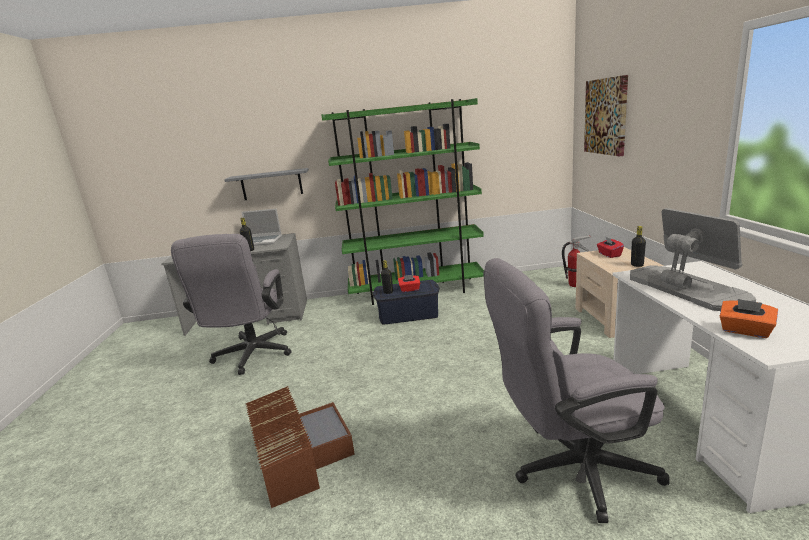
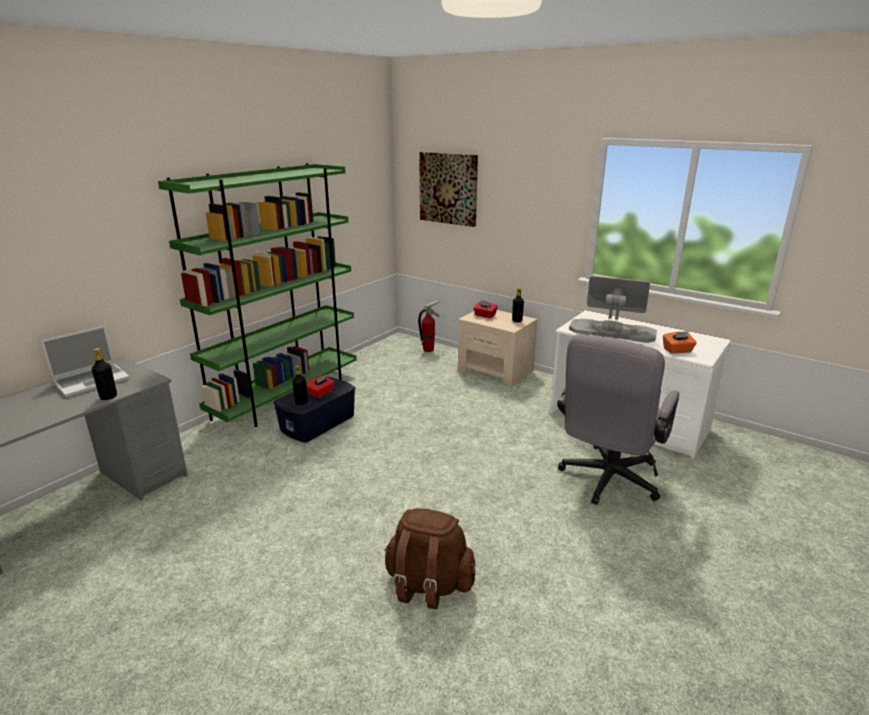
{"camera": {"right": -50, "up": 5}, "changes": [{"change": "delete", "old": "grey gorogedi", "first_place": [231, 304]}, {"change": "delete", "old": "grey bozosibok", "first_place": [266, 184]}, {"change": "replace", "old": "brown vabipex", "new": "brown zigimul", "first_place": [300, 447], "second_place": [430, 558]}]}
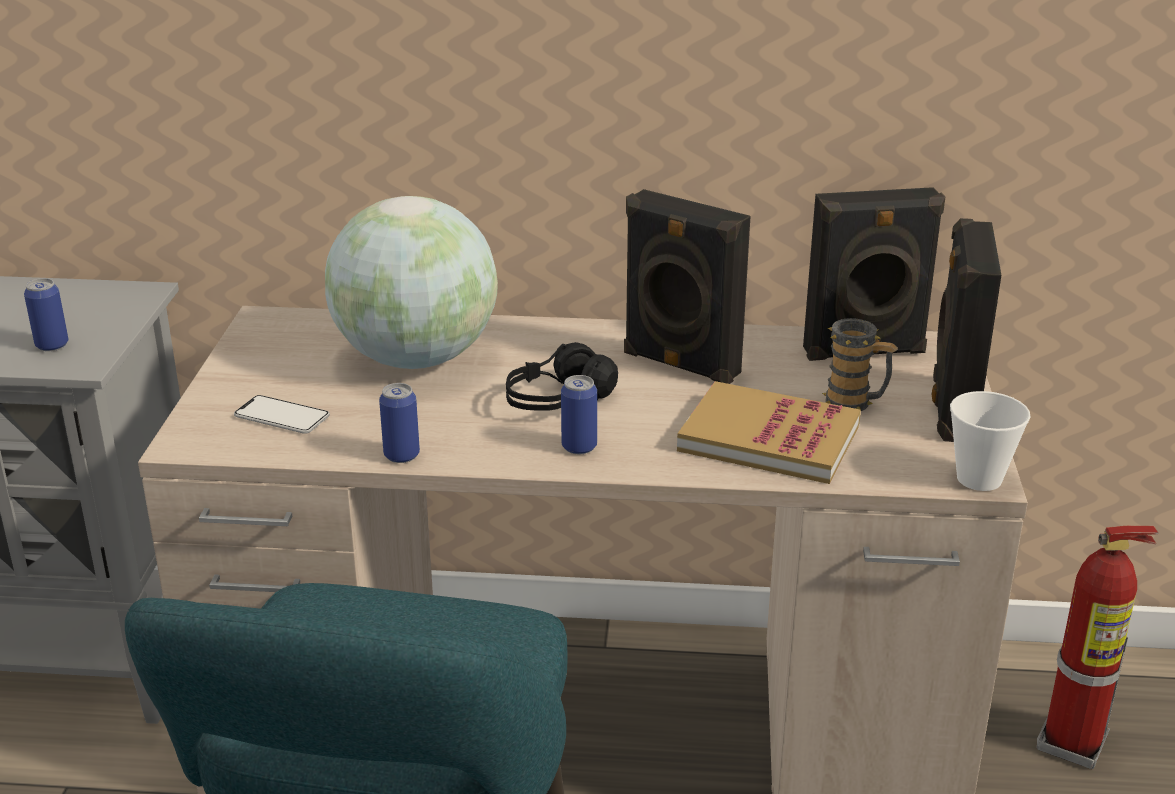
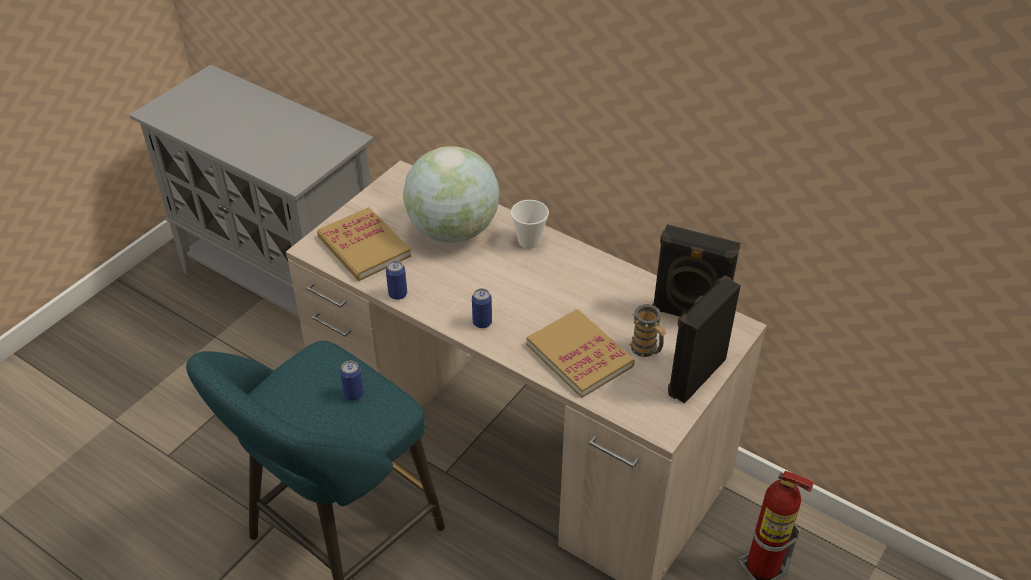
{"camera": {"right": 30, "up": 15}, "changes": [{"change": "delete", "old": "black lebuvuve", "first_place": [562, 376]}, {"change": "delete", "old": "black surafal", "first_place": [687, 286]}, {"change": "move", "old": "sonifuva", "first_place": [46, 314], "second_place": [352, 381]}, {"change": "move", "old": "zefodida", "first_place": [990, 441], "second_place": [530, 224]}, {"change": "replace", "old": "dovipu", "new": "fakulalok", "first_place": [282, 414], "second_place": [364, 244]}]}
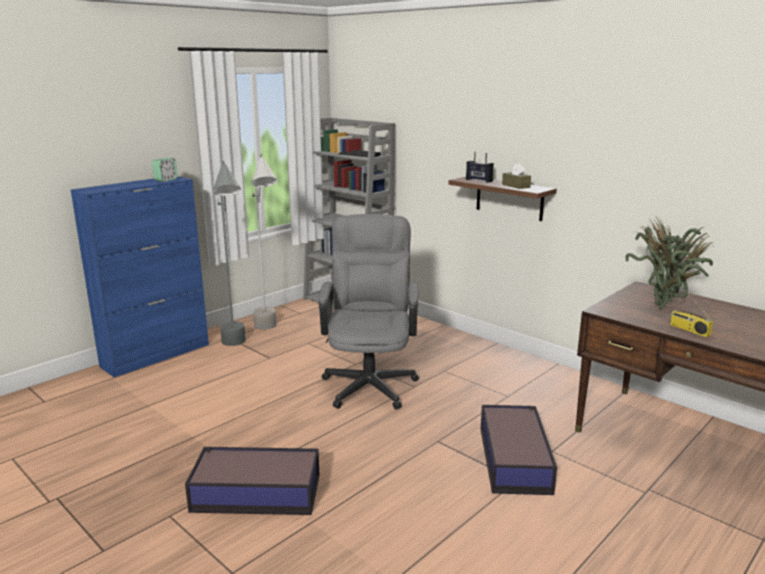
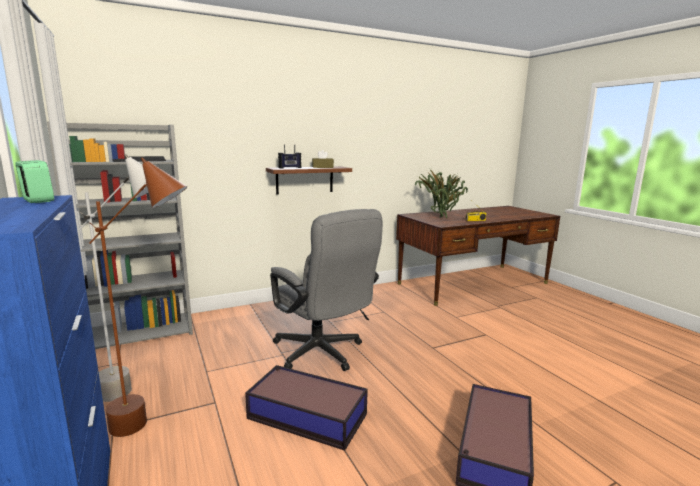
{"camera": {"right": -70, "up": -5}, "changes": [{"change": "move", "old": "vabipex", "first_place": [519, 450], "second_place": [306, 408]}, {"change": "recolor", "old": "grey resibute", "new": "brown resibute", "first_place": [229, 253], "second_place": [138, 297]}, {"change": "rotate", "old": "grey gorogedi", "first_place": [369, 311], "second_place": [326, 290], "degrees": -150}]}
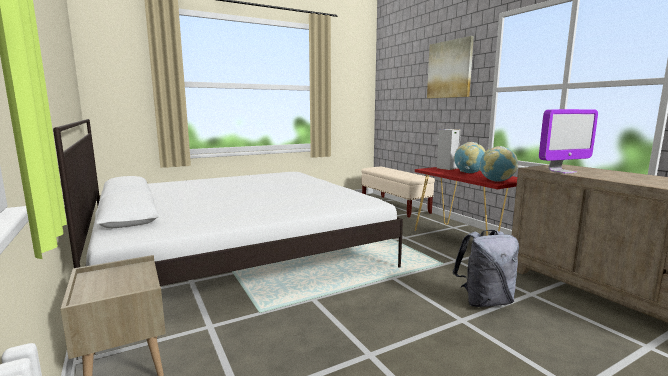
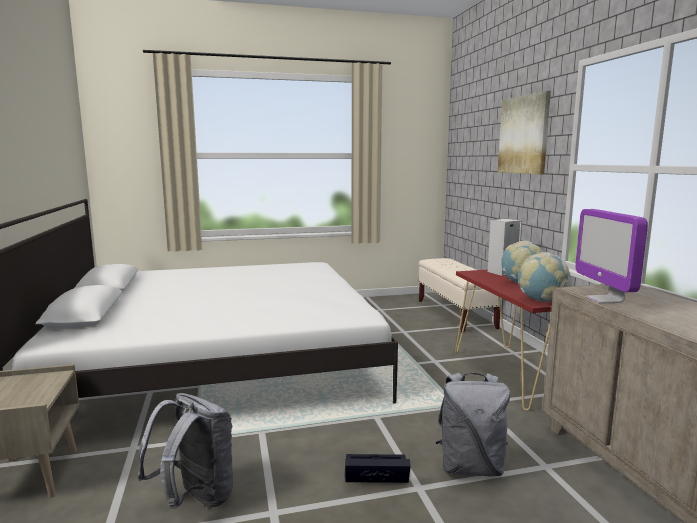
{"camera": {"right": 15, "up": 0}, "changes": [{"change": "insert", "new": "grey zigimul", "second_place": [185, 451]}, {"change": "insert", "new": "black vabipex", "second_place": [378, 468]}, {"change": "rotate", "old": "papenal", "first_place": [568, 141], "second_place": [611, 256], "degrees": 90}]}
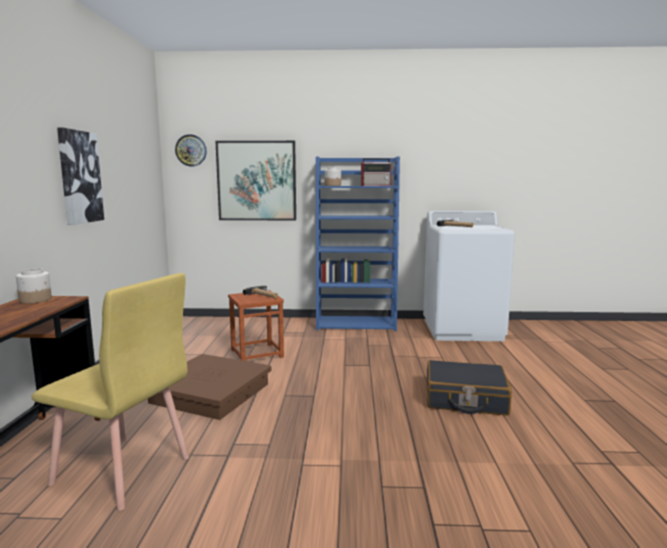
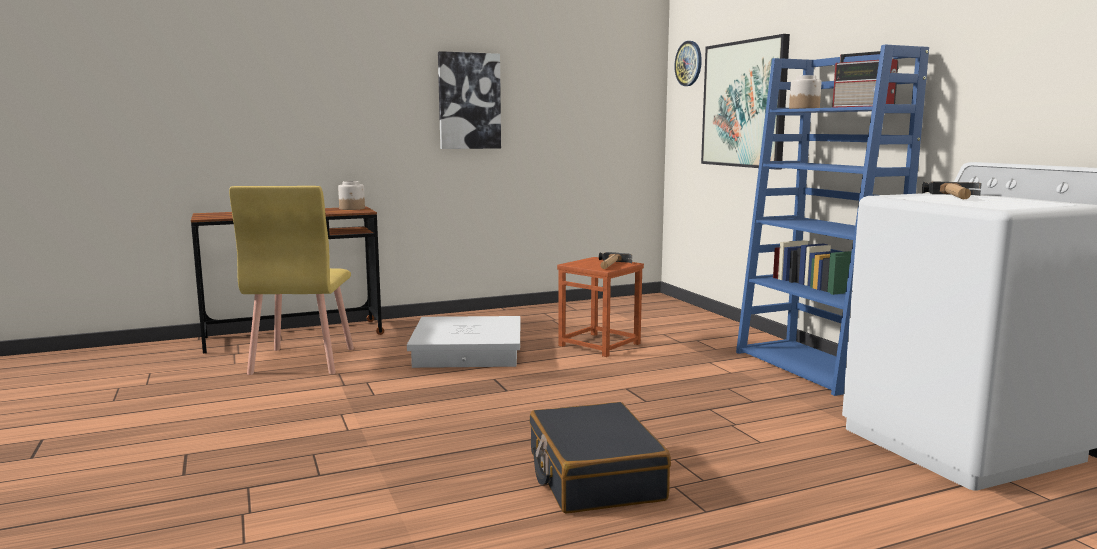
{"camera": {"right": 65, "up": 0}, "changes": [{"change": "recolor", "old": "brown vabipex", "new": "white vabipex", "first_place": [209, 387], "second_place": [463, 342]}]}
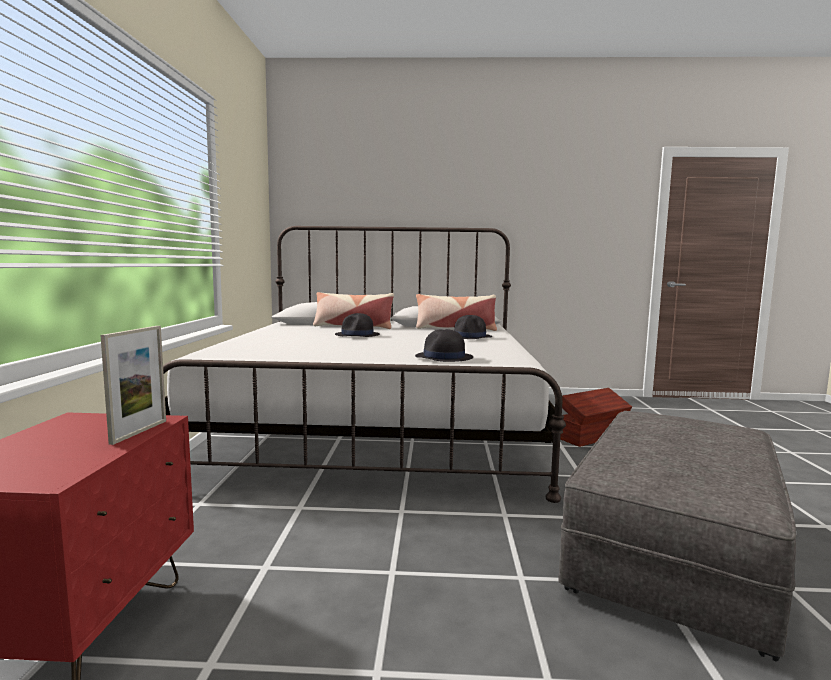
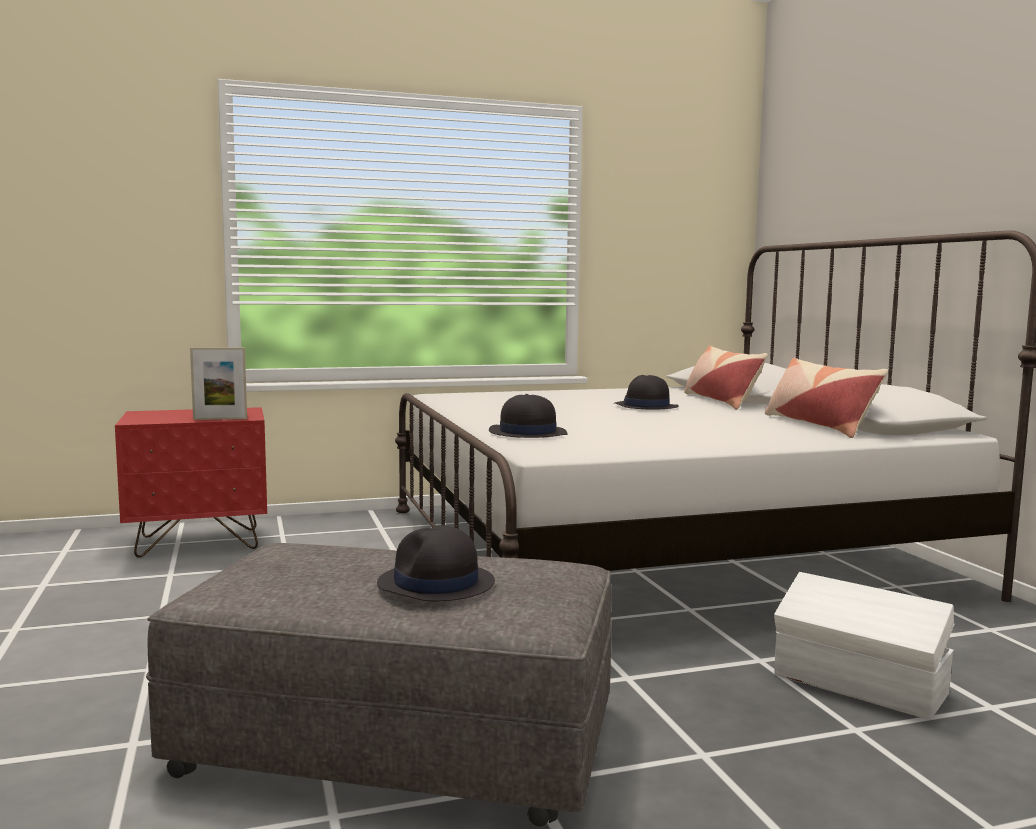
{"camera": {"right": 70, "up": 0}, "changes": [{"change": "move", "old": "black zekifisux", "first_place": [473, 327], "second_place": [436, 563]}, {"change": "recolor", "old": "brown vabipex", "new": "white vabipex", "first_place": [596, 417], "second_place": [864, 646]}]}
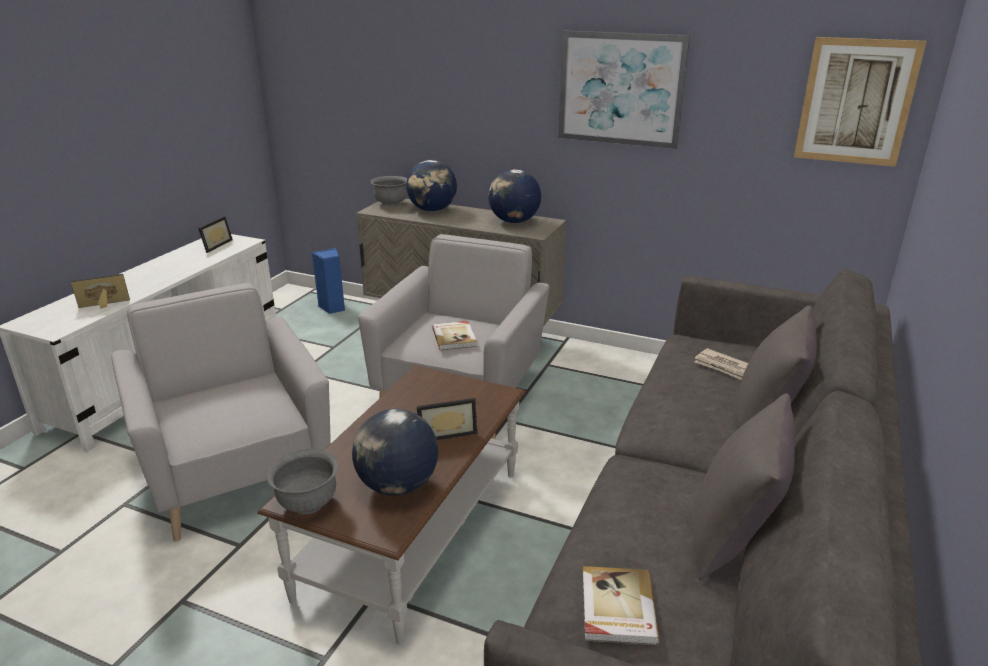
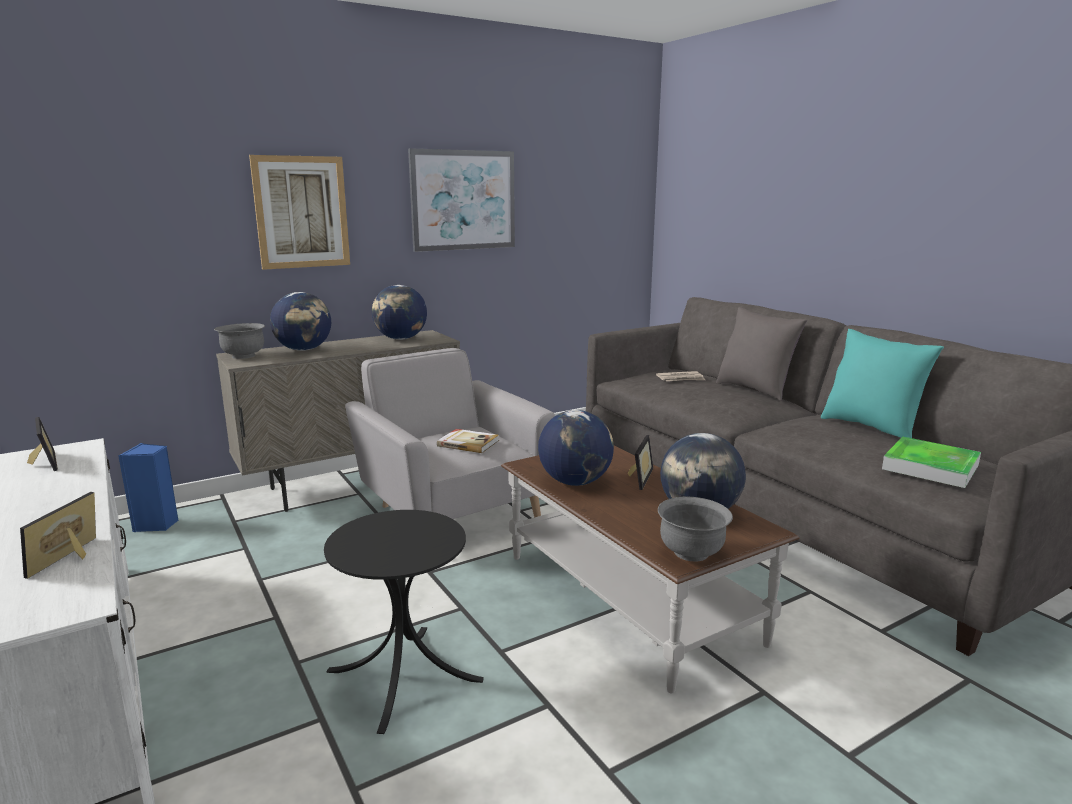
{"camera": {"right": -55, "up": -10}, "changes": [{"change": "insert", "new": "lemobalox", "second_place": [576, 448]}, {"change": "move", "old": "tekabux", "first_place": [860, 102], "second_place": [299, 212]}, {"change": "replace", "old": "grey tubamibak", "new": "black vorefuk", "first_place": [220, 412], "second_place": [404, 622]}, {"change": "replace", "old": "fakulalok", "new": "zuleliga", "first_place": [620, 605], "second_place": [931, 462]}, {"change": "recolor", "old": "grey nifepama", "new": "turquoise nifepama", "first_place": [744, 486], "second_place": [882, 383]}]}
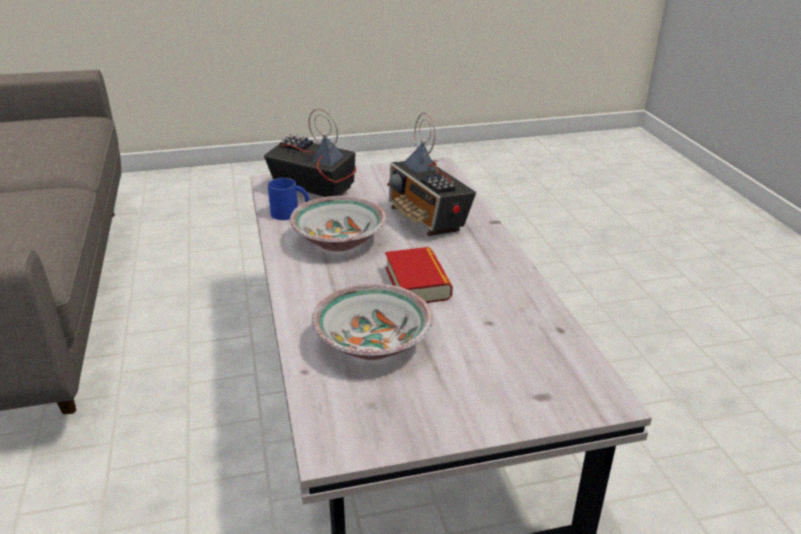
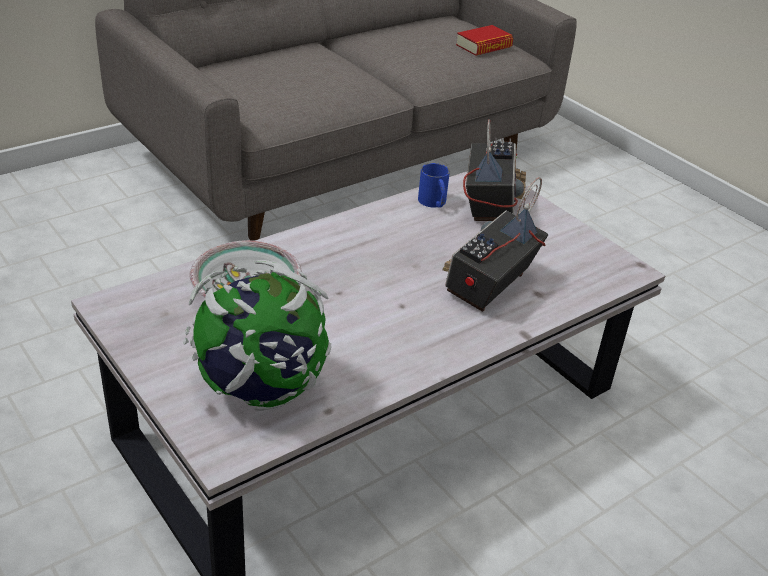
{"camera": {"right": 65, "up": 5}, "changes": [{"change": "delete", "old": "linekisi", "first_place": [338, 223]}, {"change": "insert", "new": "lemobalox", "second_place": [257, 335]}, {"change": "move", "old": "fakulalok", "first_place": [419, 275], "second_place": [484, 40]}]}
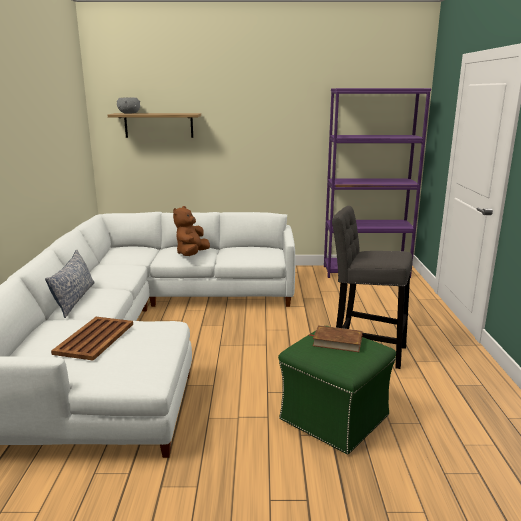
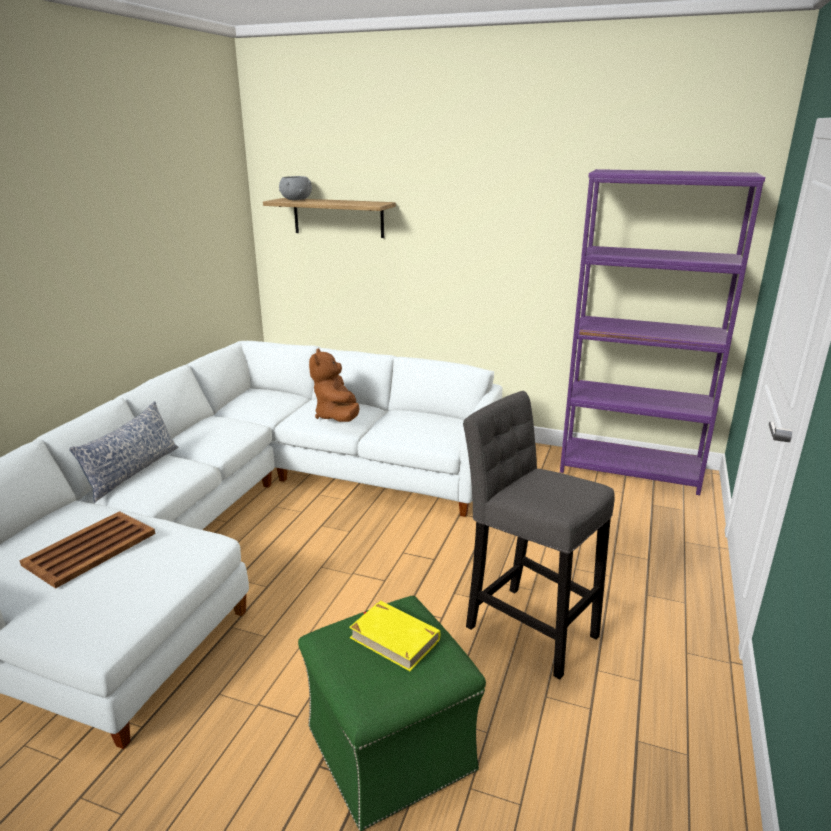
{"camera": {"right": 20, "up": 5}, "changes": [{"change": "recolor", "old": "brown fakulalok", "new": "yellow fakulalok", "first_place": [336, 338], "second_place": [394, 635]}, {"change": "rotate", "old": "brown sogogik", "first_place": [191, 231], "second_place": [334, 385], "degrees": -45}]}
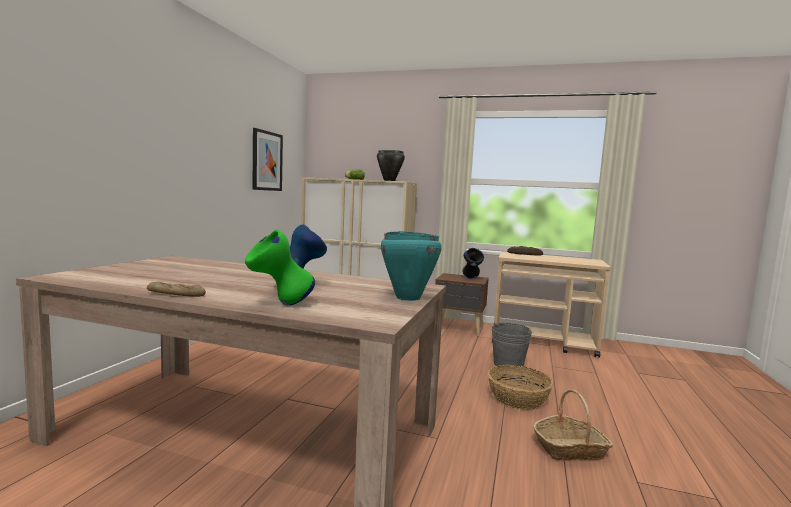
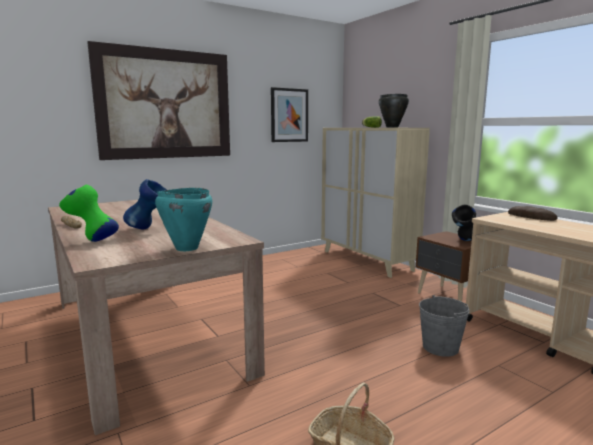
{"camera": {"right": 40, "up": 5}, "changes": [{"change": "delete", "old": "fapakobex", "first_place": [520, 387]}, {"change": "insert", "new": "tekabux", "second_place": [158, 100]}]}
